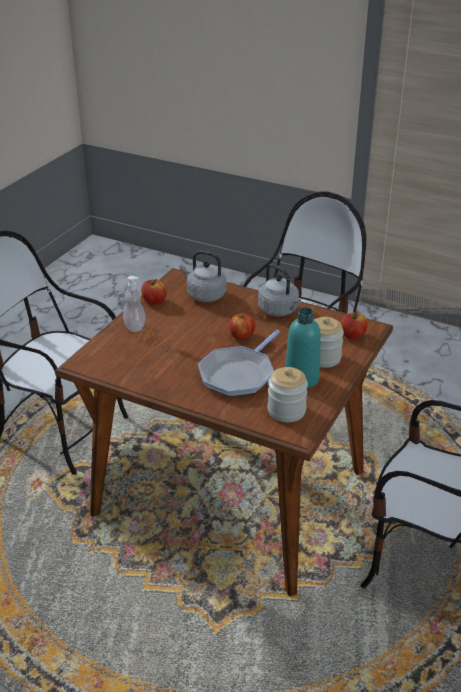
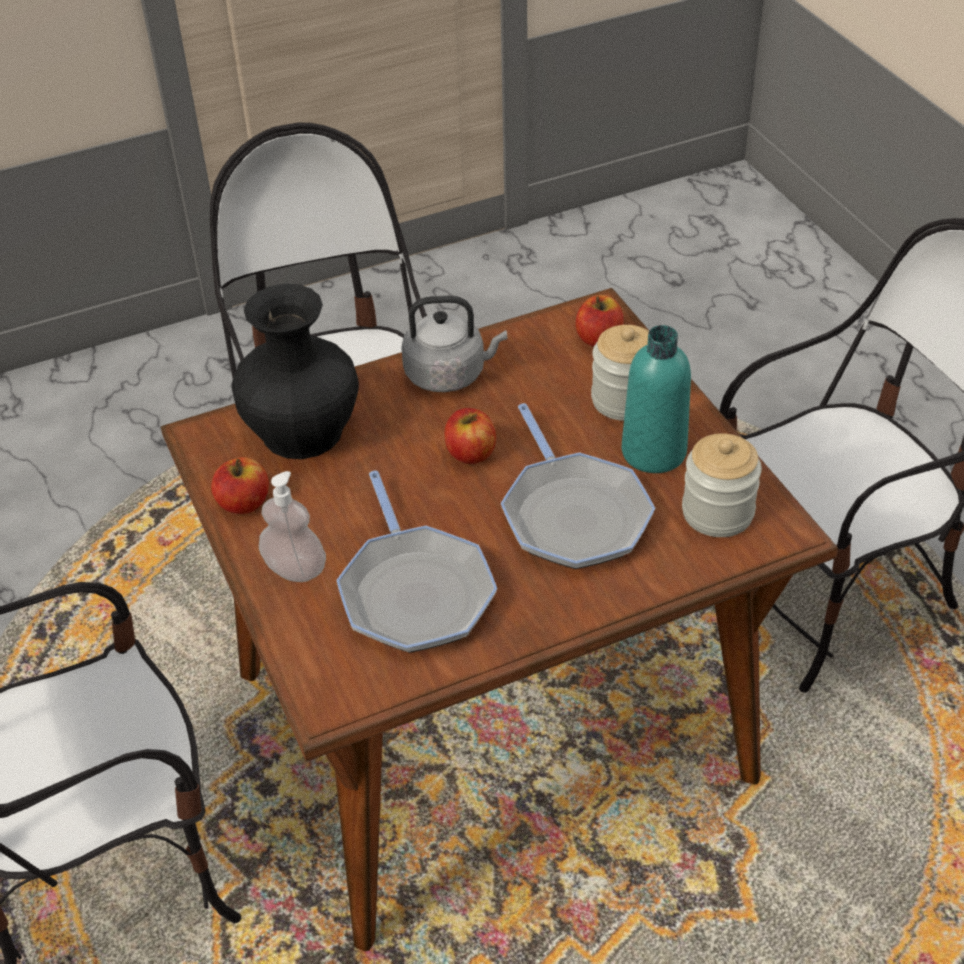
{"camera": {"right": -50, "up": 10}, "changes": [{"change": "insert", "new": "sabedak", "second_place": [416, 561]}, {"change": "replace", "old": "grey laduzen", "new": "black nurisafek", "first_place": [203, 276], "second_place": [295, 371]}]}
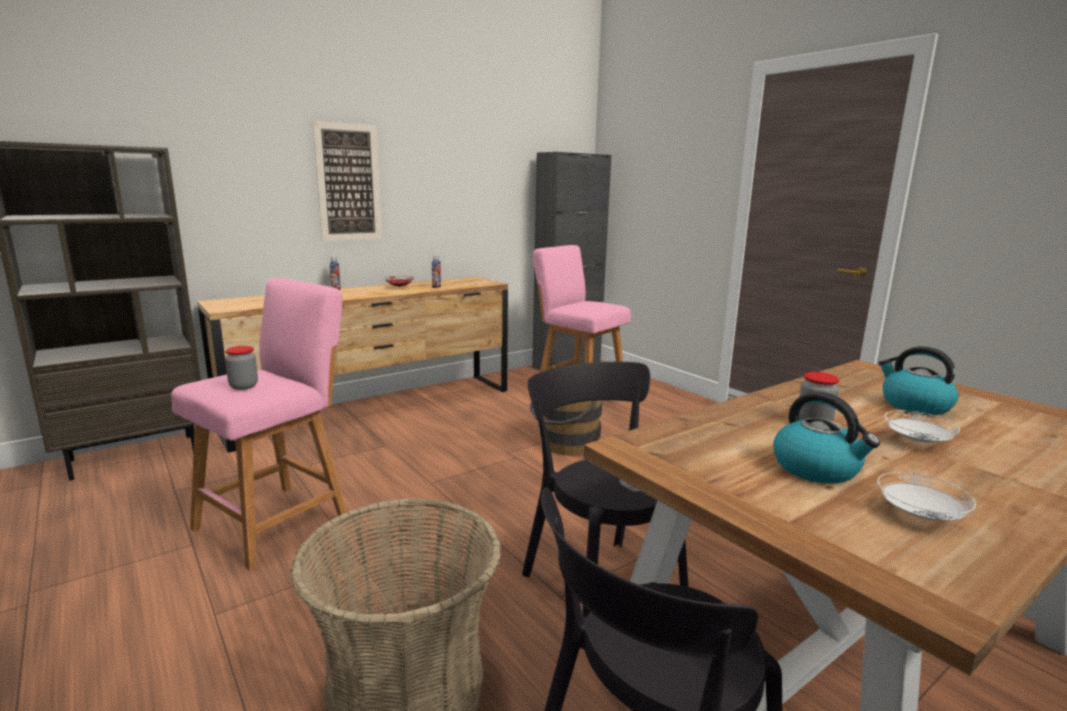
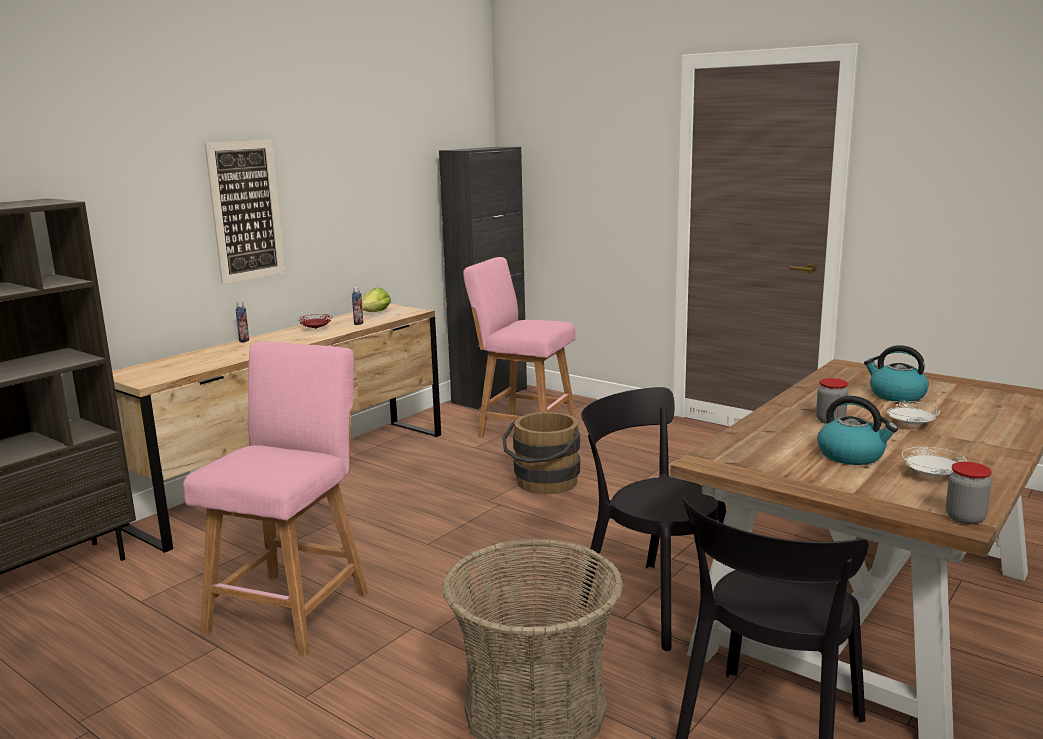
{"camera": {"right": -15, "up": 0}, "changes": [{"change": "insert", "new": "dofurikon", "second_place": [376, 299]}, {"change": "move", "old": "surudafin", "first_place": [241, 368], "second_place": [969, 493]}]}
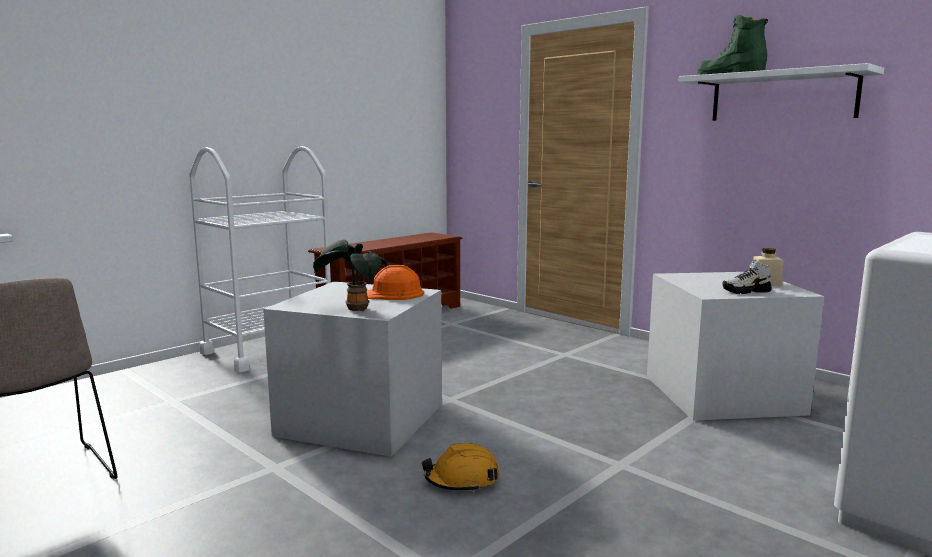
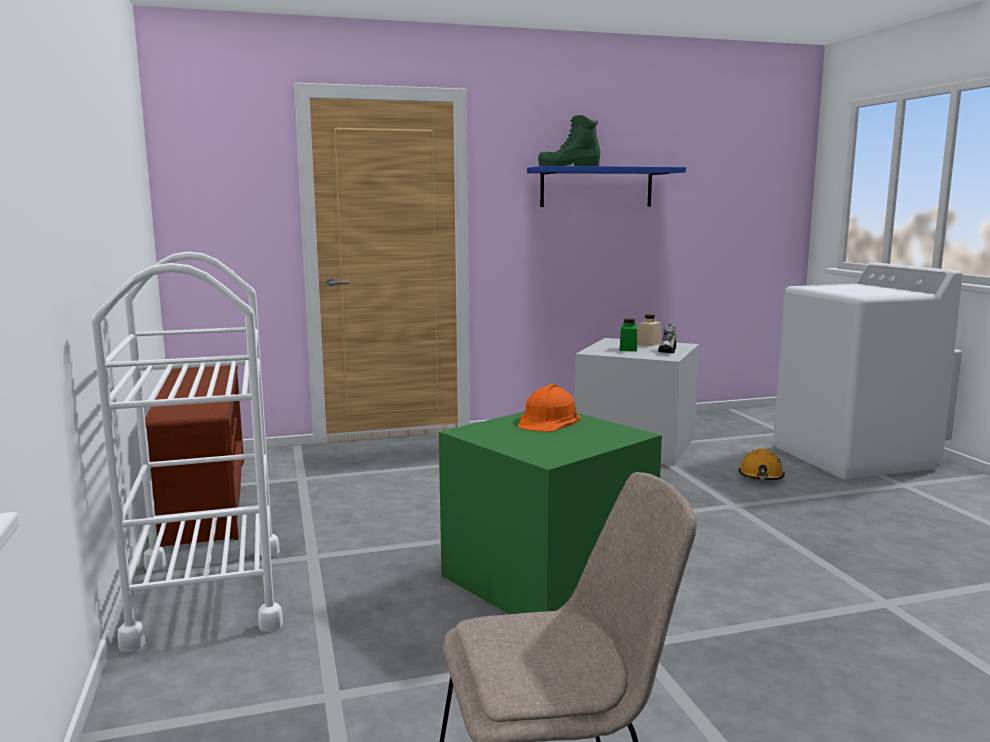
{"camera": {"right": -60, "up": 0}, "changes": [{"change": "delete", "old": "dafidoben", "first_place": [350, 275]}, {"change": "insert", "new": "green surudafin", "second_place": [628, 334]}, {"change": "move", "old": "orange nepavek", "first_place": [461, 467], "second_place": [761, 464]}, {"change": "recolor", "old": "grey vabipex", "new": "green vabipex", "first_place": [352, 369], "second_place": [550, 512]}, {"change": "recolor", "old": "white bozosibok", "new": "blue bozosibok", "first_place": [781, 92], "second_place": [606, 186]}]}
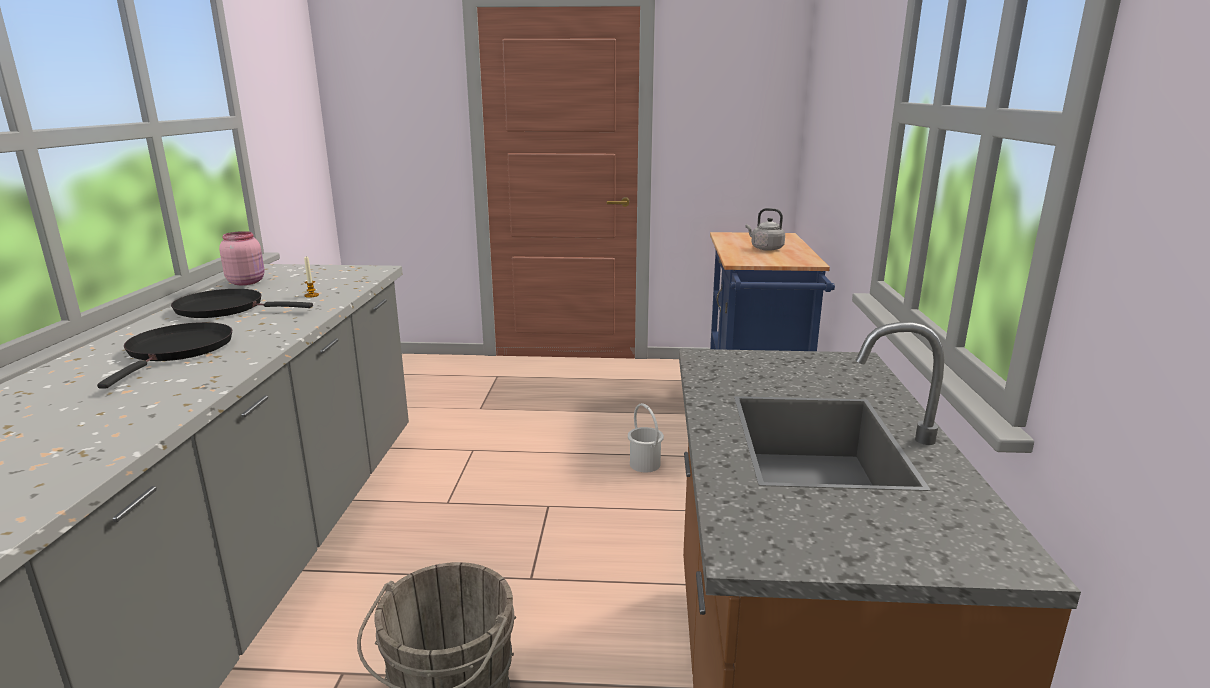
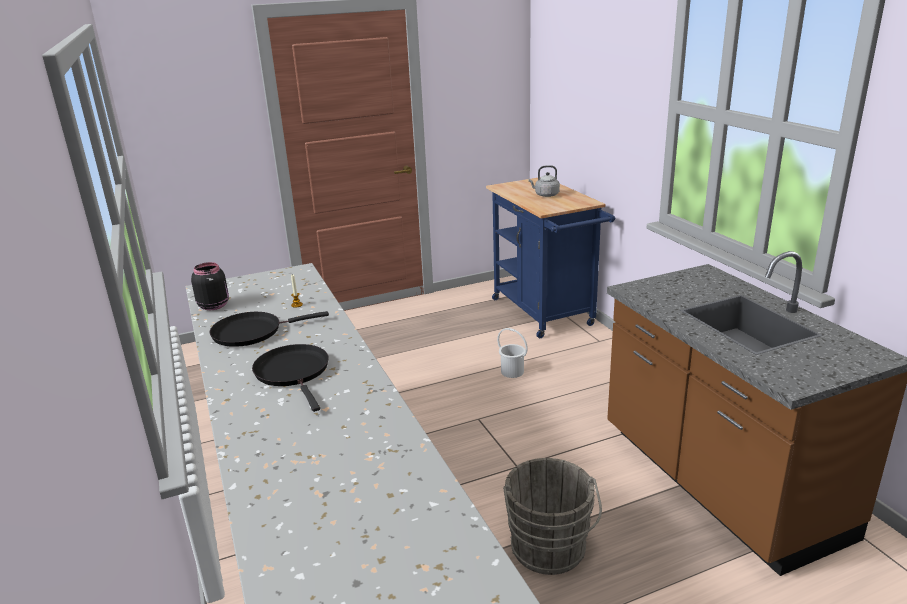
{"camera": {"right": -25, "up": 5}, "changes": [{"change": "recolor", "old": "pink surudafin", "new": "black surudafin", "first_place": [242, 258], "second_place": [210, 286]}]}
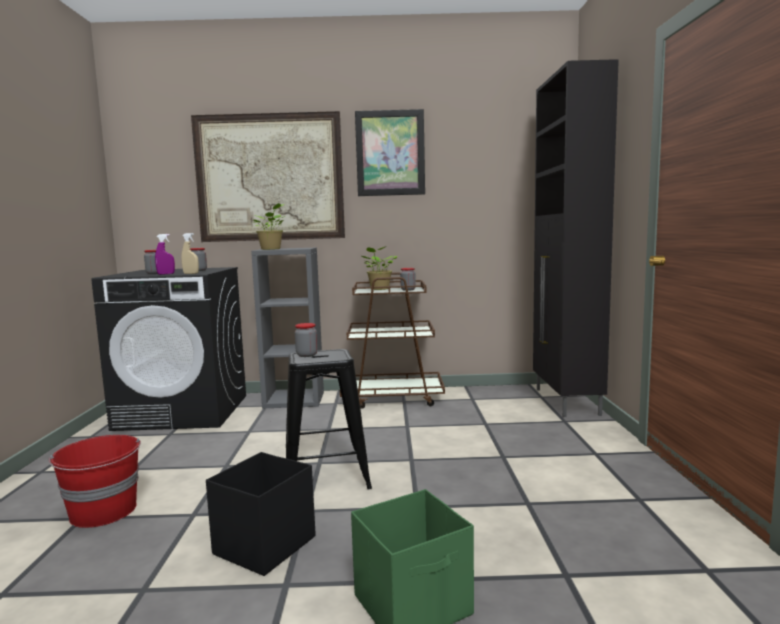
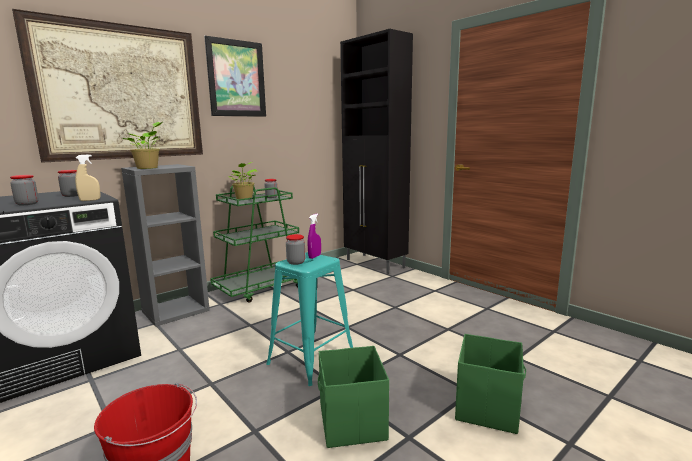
{"camera": {"right": -40, "up": 5}, "changes": [{"change": "move", "old": "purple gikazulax", "first_place": [165, 254], "second_place": [314, 236]}, {"change": "recolor", "old": "black vabipex", "new": "green vabipex", "first_place": [261, 514], "second_place": [353, 397]}, {"change": "recolor", "old": "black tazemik", "new": "turquoise tazemik", "first_place": [329, 419], "second_place": [309, 319]}, {"change": "recolor", "old": "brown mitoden", "new": "green mitoden", "first_place": [392, 340], "second_place": [254, 244]}]}
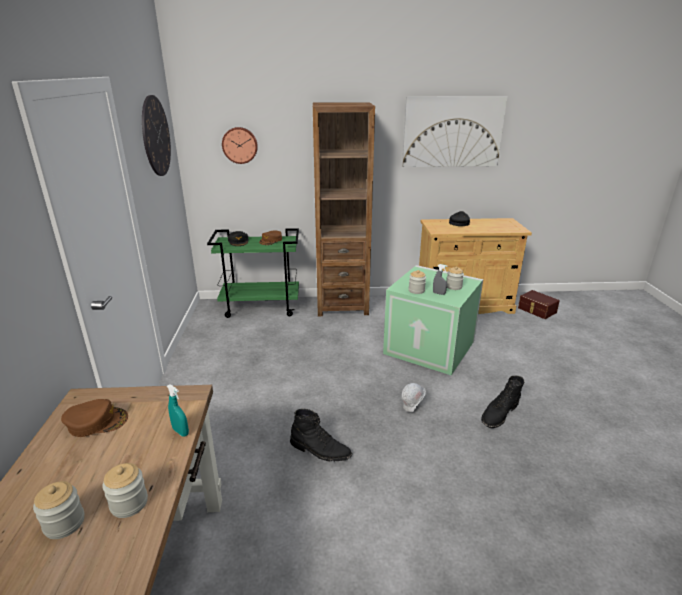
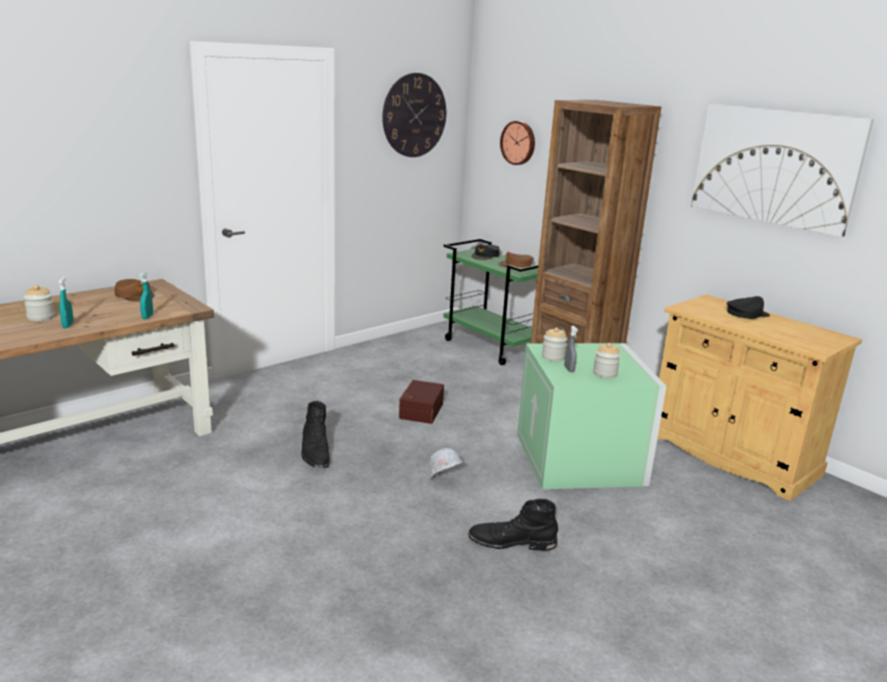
{"camera": {"right": 50, "up": -5}, "changes": [{"change": "move", "old": "brown vabipex", "first_place": [539, 304], "second_place": [421, 402]}, {"change": "replace", "old": "surudafin", "new": "turquoise gikazulax", "first_place": [125, 490], "second_place": [65, 302]}]}
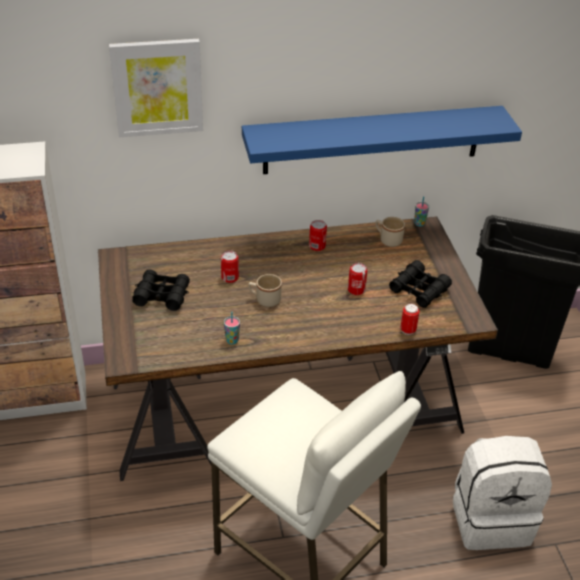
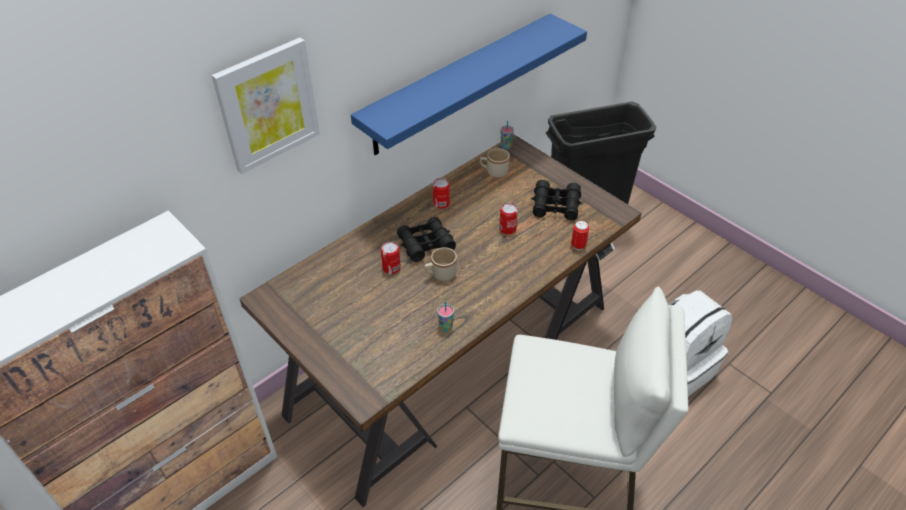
{"camera": {"right": -30, "up": 5}, "changes": [{"change": "move", "old": "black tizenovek", "first_place": [161, 290], "second_place": [426, 239]}]}
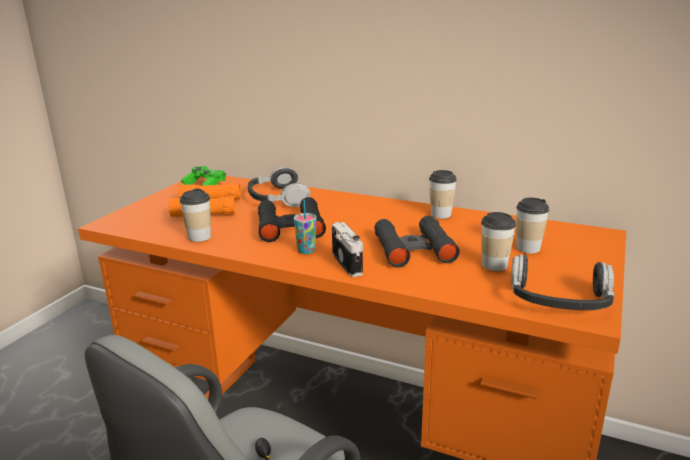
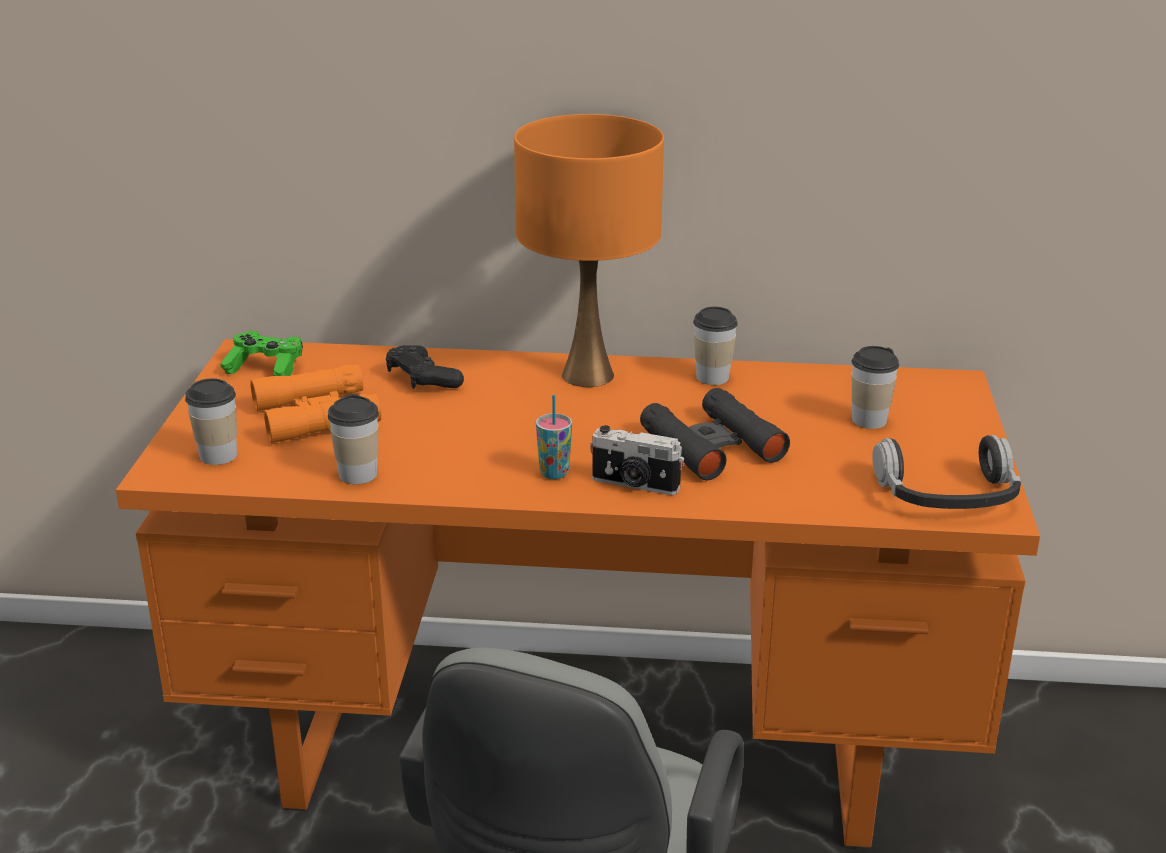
{"camera": {"right": -20, "up": 5}, "changes": [{"change": "delete", "old": "black tizenovek", "first_place": [292, 219]}, {"change": "insert", "new": "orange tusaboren", "second_place": [589, 250]}, {"change": "move", "old": "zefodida", "first_place": [498, 241], "second_place": [211, 421]}, {"change": "replace", "old": "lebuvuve", "new": "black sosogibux", "first_place": [279, 187], "second_place": [425, 367]}, {"change": "rotate", "old": "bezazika", "first_place": [347, 249], "second_place": [637, 460], "degrees": 150}]}
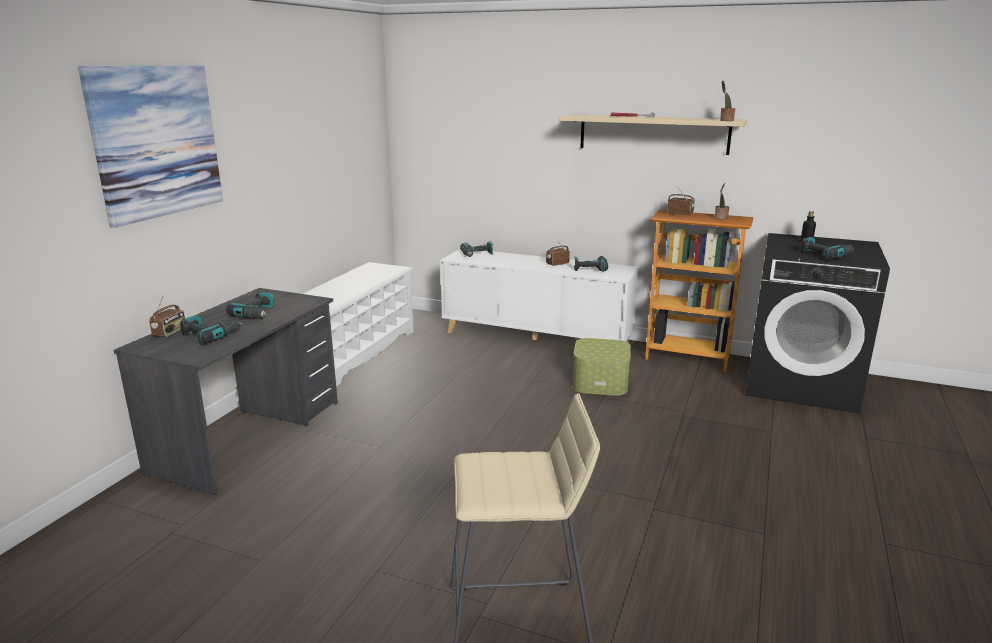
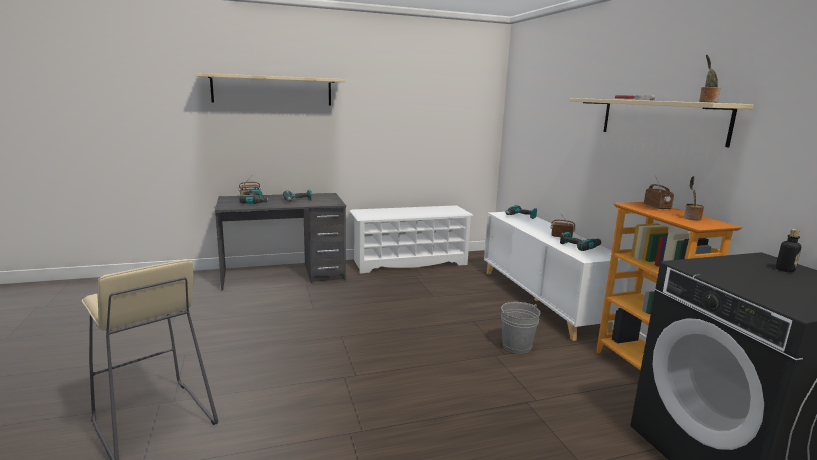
{"camera": {"right": 50, "up": -5}, "changes": [{"change": "delete", "old": "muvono", "first_place": [827, 248]}, {"change": "replace", "old": "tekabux", "new": "beige bozosibok", "first_place": [150, 146], "second_place": [270, 89]}, {"change": "replace", "old": "vabipex", "new": "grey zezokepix", "first_place": [602, 367], "second_place": [520, 328]}]}
